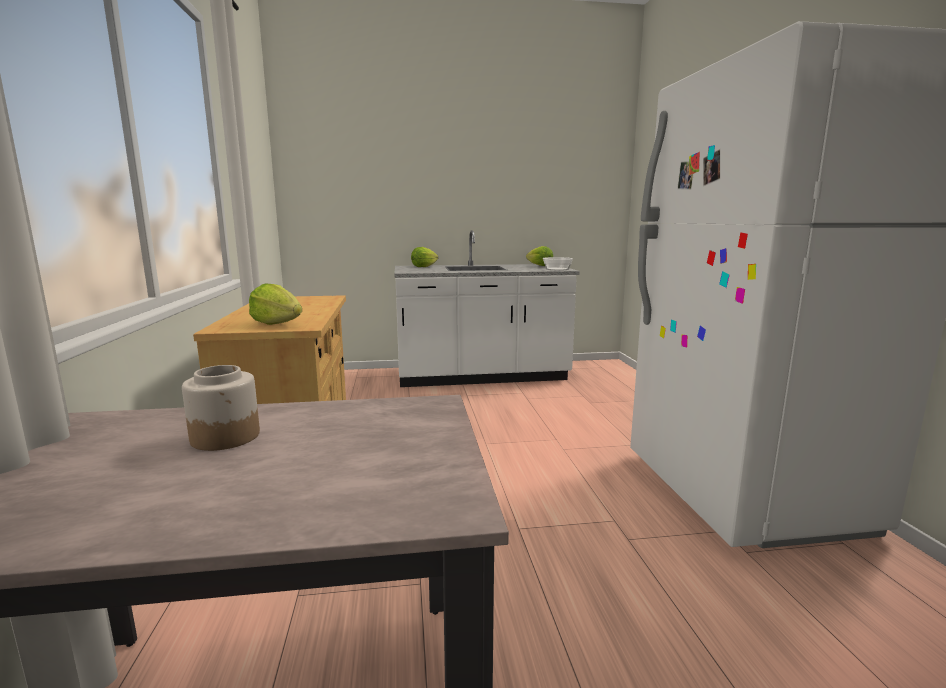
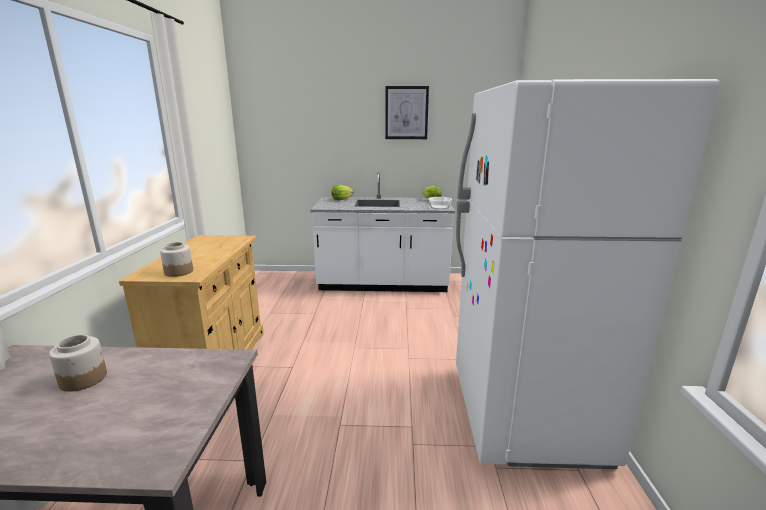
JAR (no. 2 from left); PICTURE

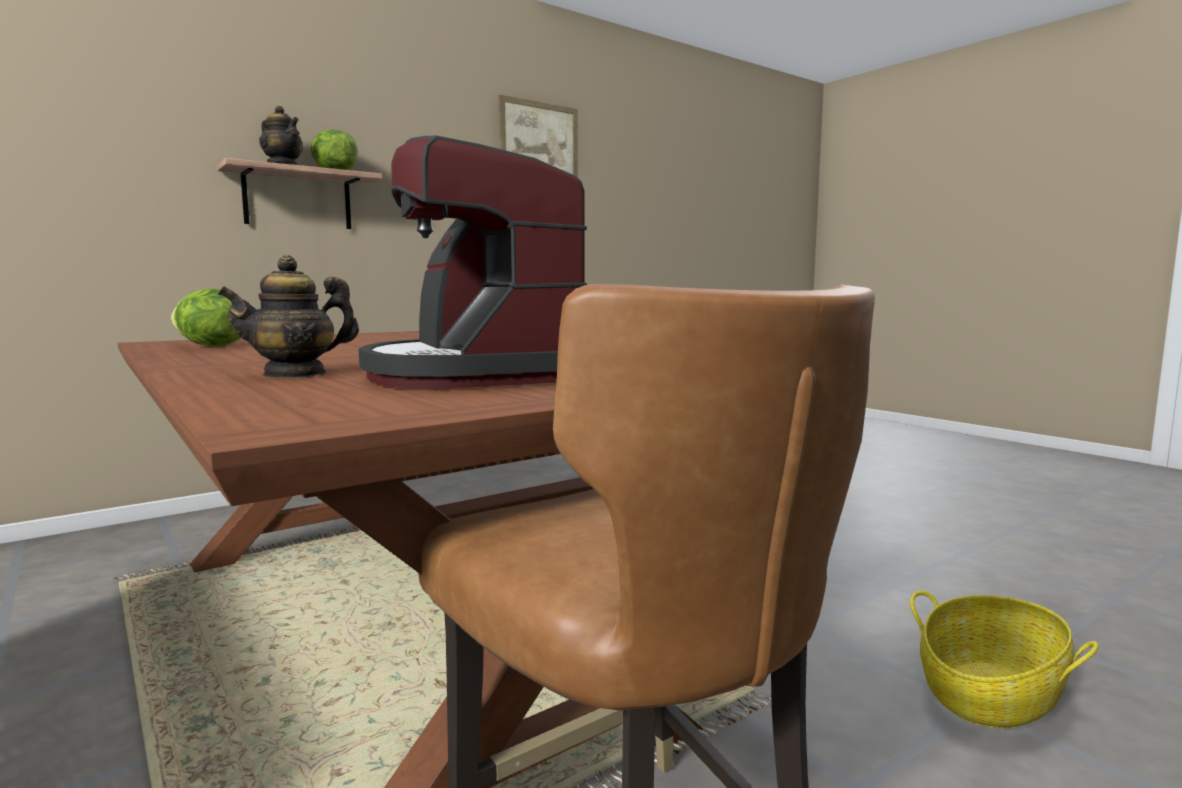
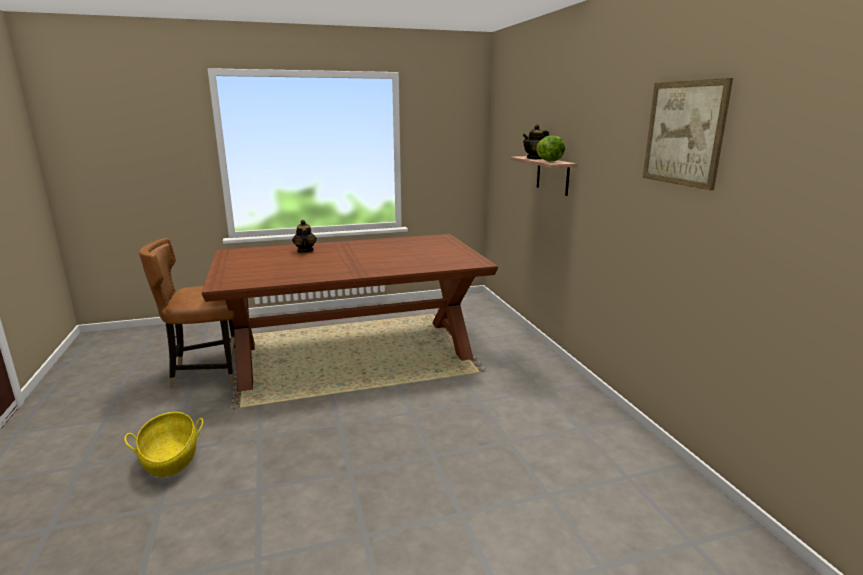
HEAD OF LETTUCE (no. 1 from left in the first image); COFFEE MACHINE

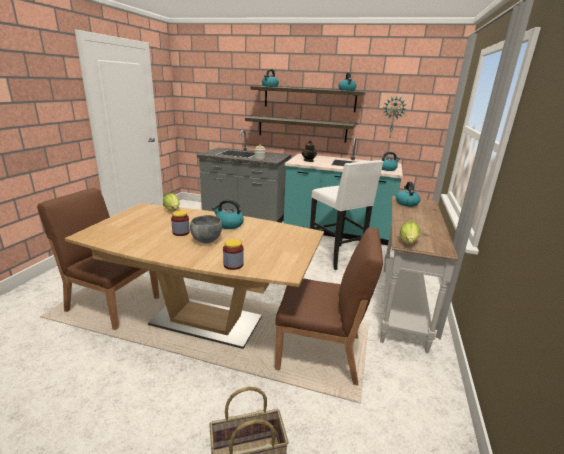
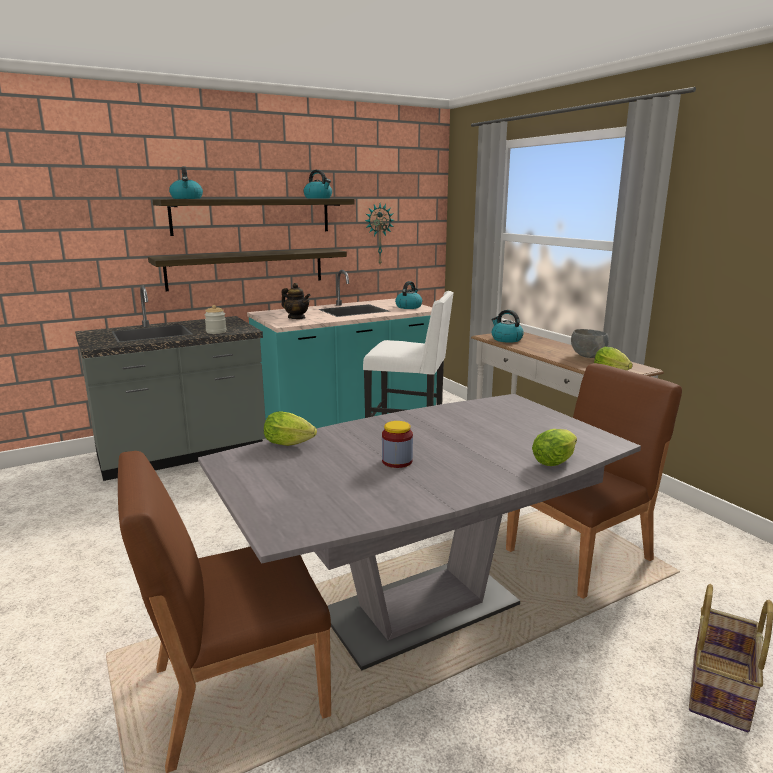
GREYISH KITCHEN TABLE; HEAD OF LETTUCE (no. 2 from left); GREYISH DEEP DISH; TEA KETTLE (no. 1 from left in the first image)

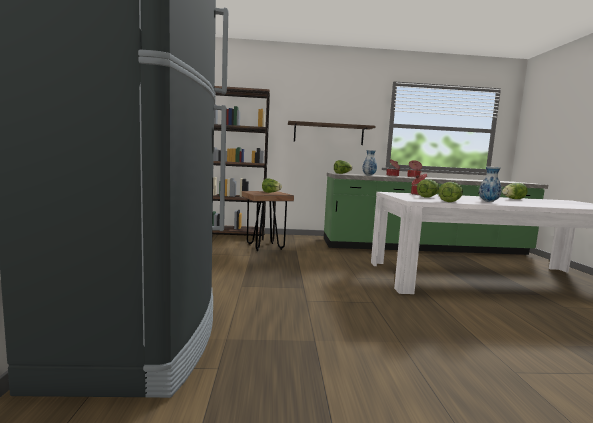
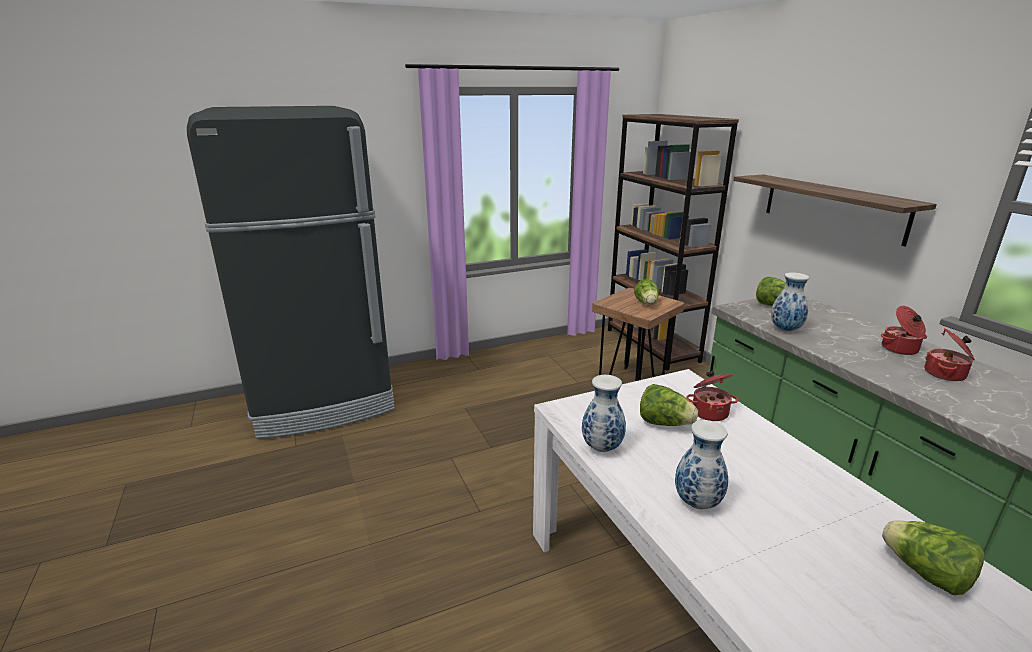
DECORATIVE VASE (no. 1 from left)

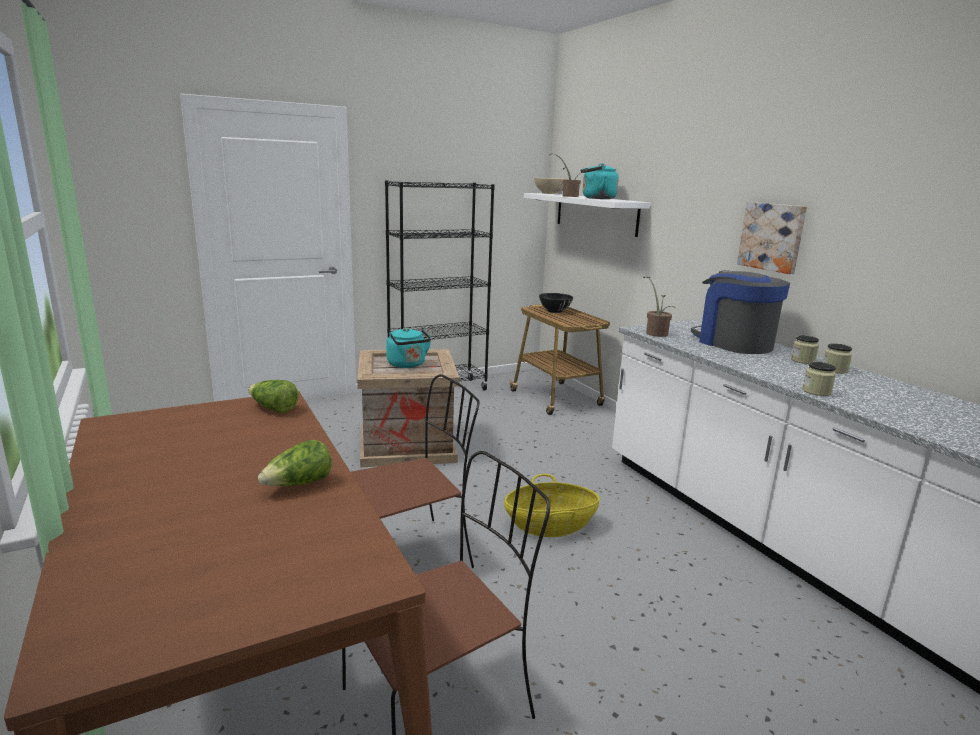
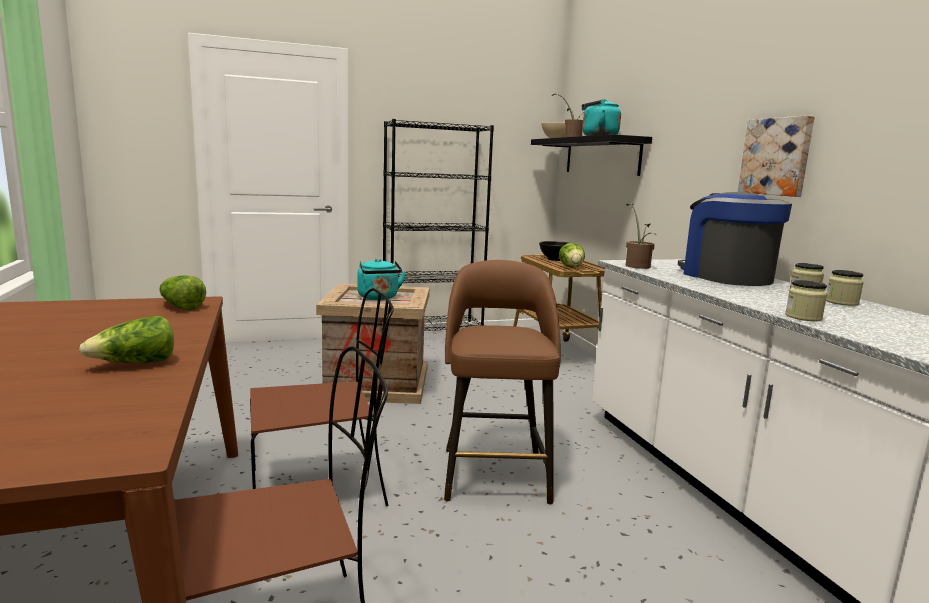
BROWN STOOL SEAT; BLACKISH BRACKET SHELF; HEAD OF LETTUCE (no. 3 from left)

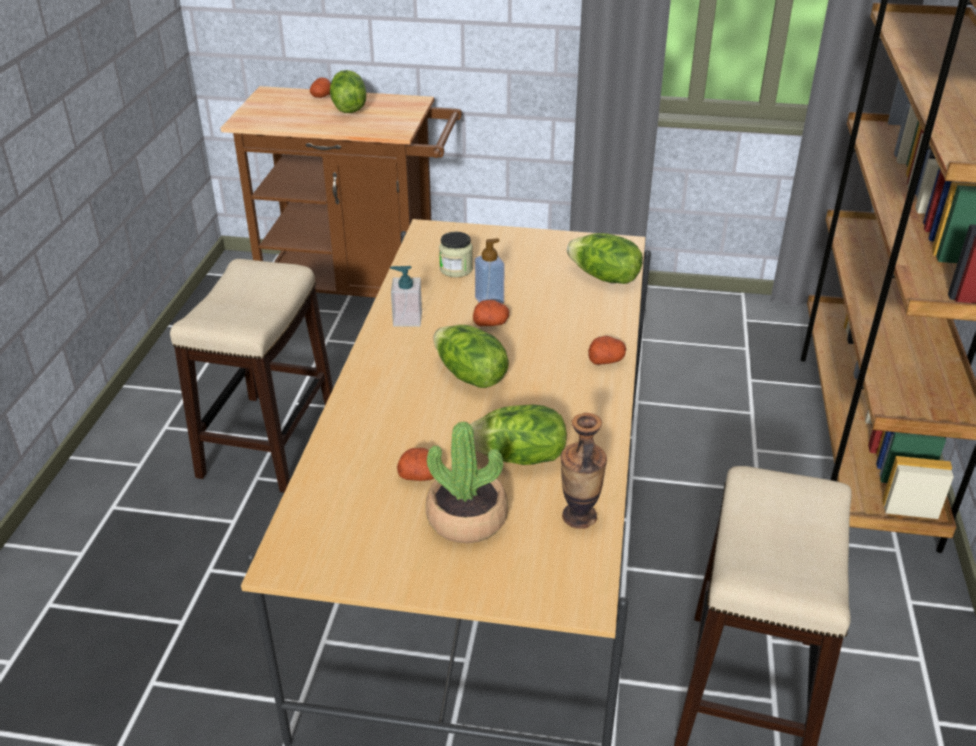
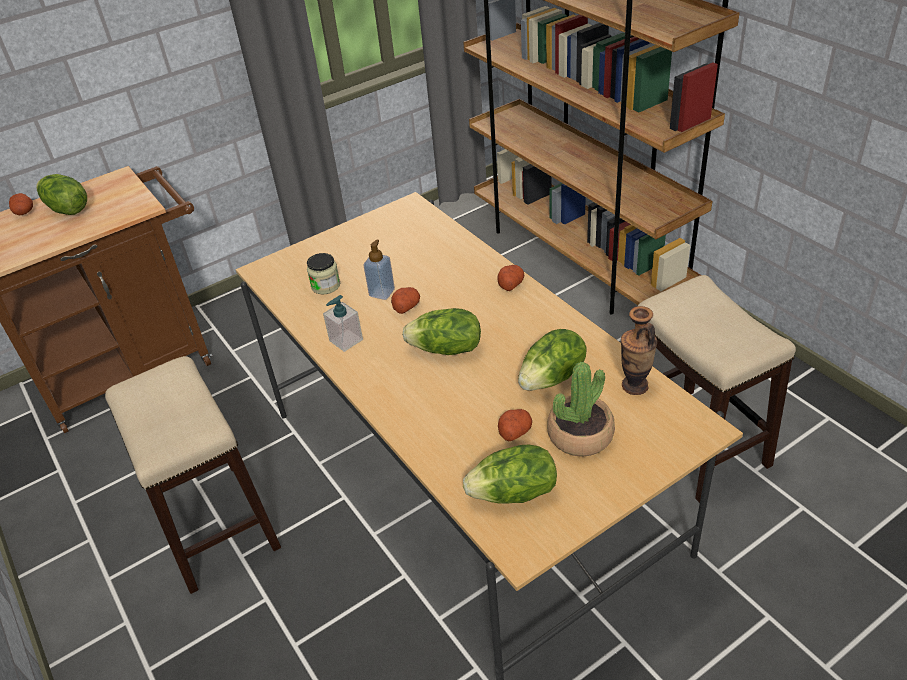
HEAD OF LETTUCE (no. 3 from left)

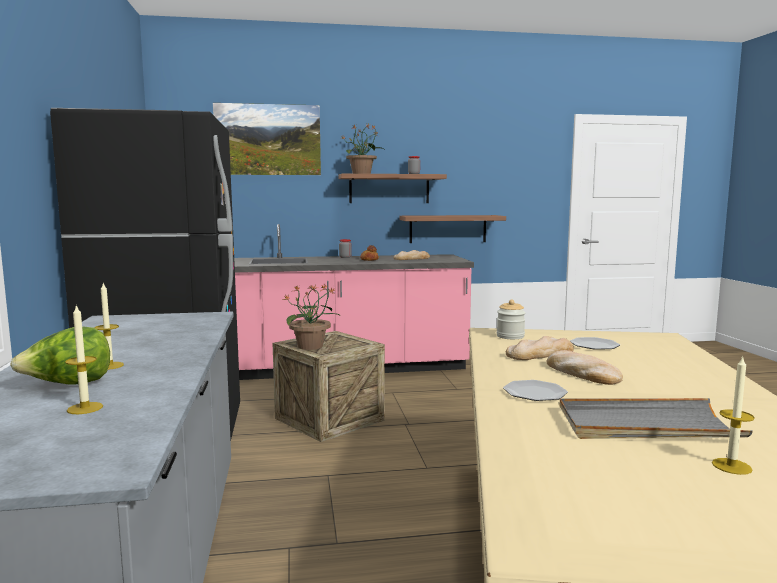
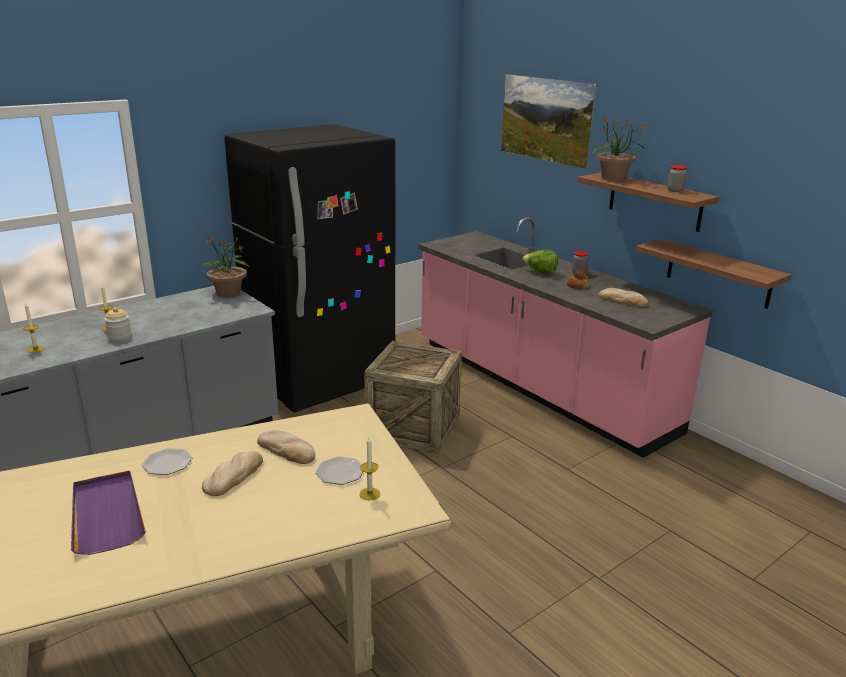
PURPLE SERVING TRAY; JAR (no. 1 from left); POTTED PLANT (no. 1 from left); WAX CANDLE (no. 3 from left); HEAD OF LETTUCE

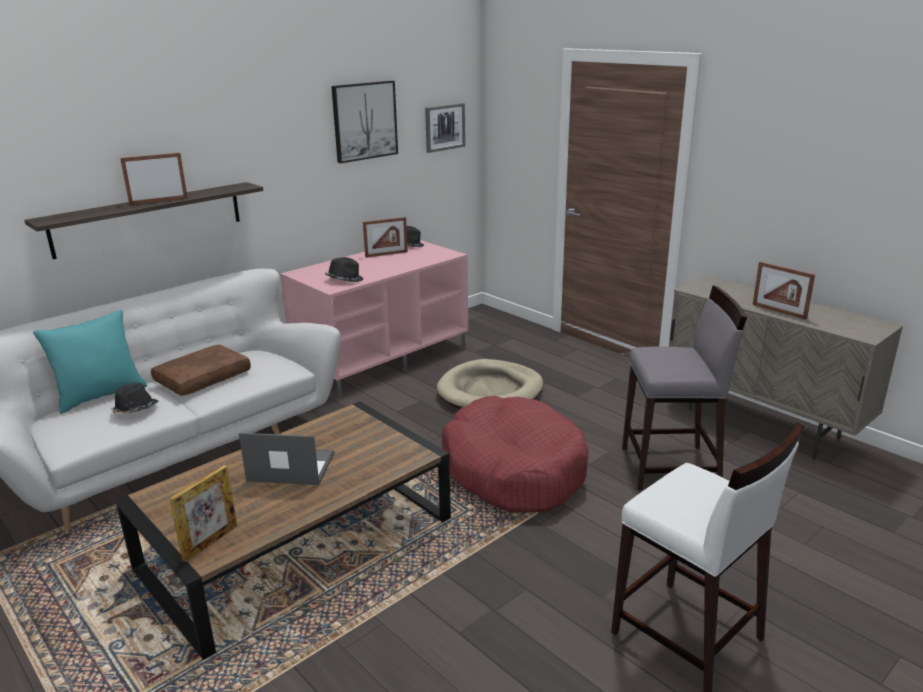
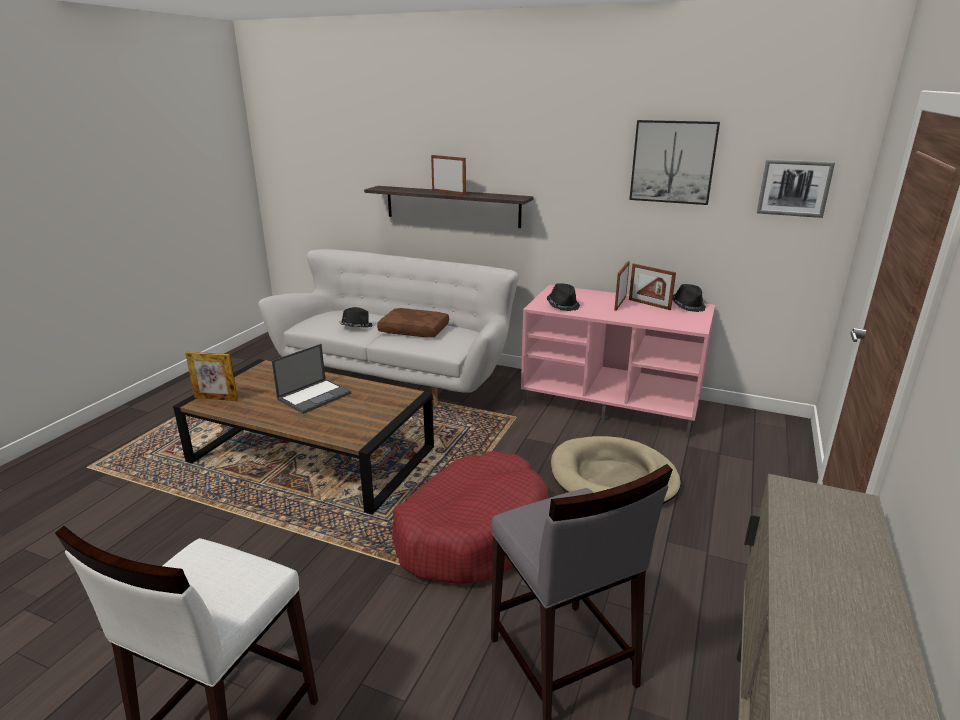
PORTABLE COMPUTER; PICTURE FRAME (no. 3 from left); TURQUOISE-COLOURED THROW PILLOW

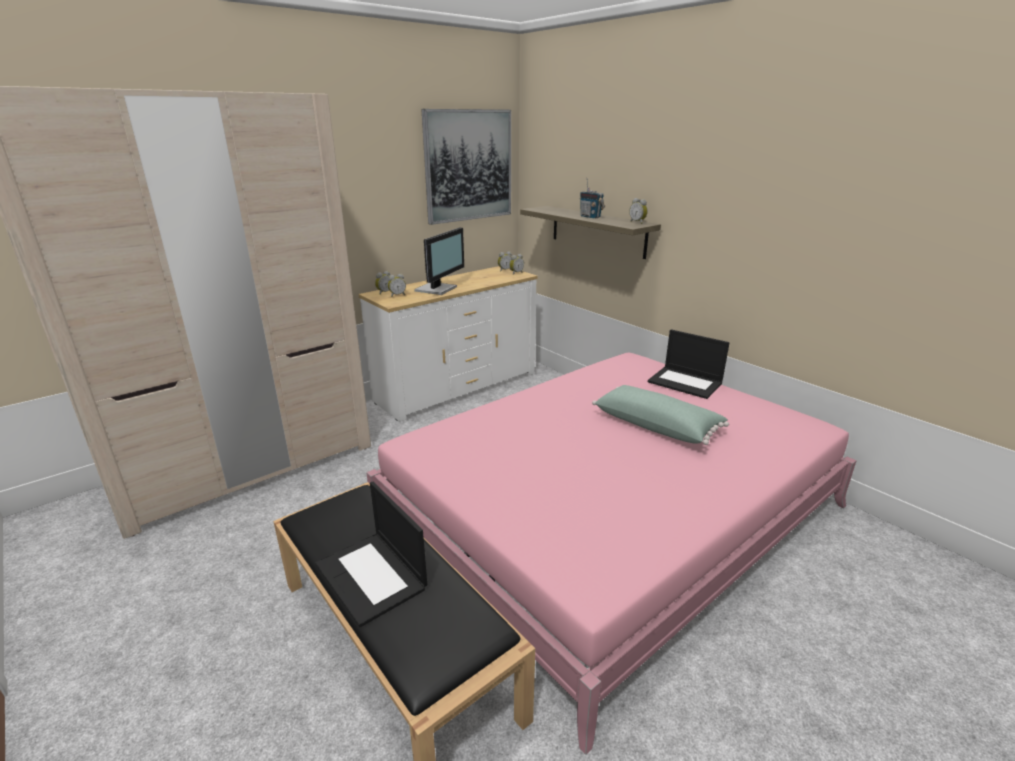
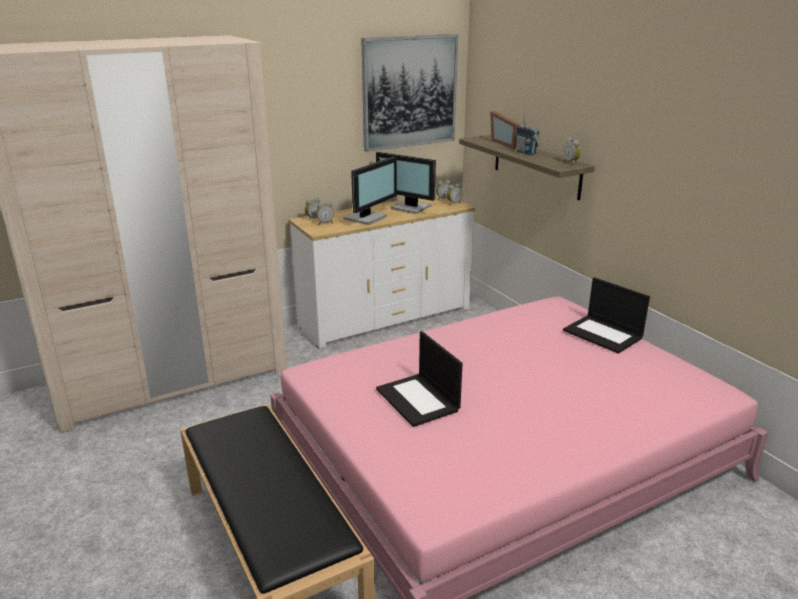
COMPUTER DISPLAY (no. 2 from left); PORTABLE COMPUTER (no. 1 from left); PICTURE FRAME; GREENISH THROW PILLOW

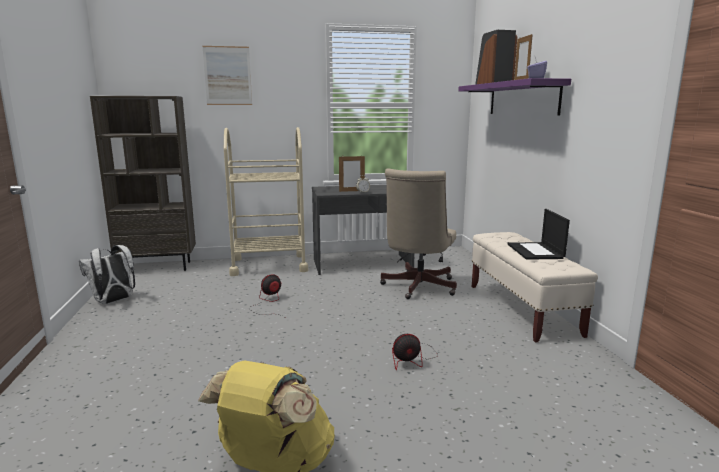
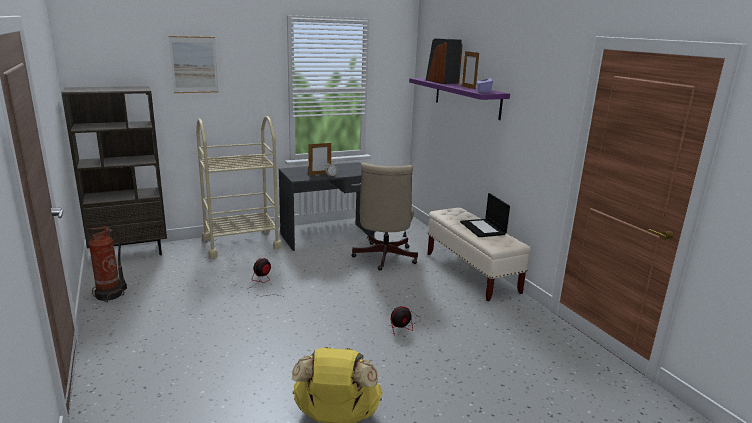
EXTINGUISHER

